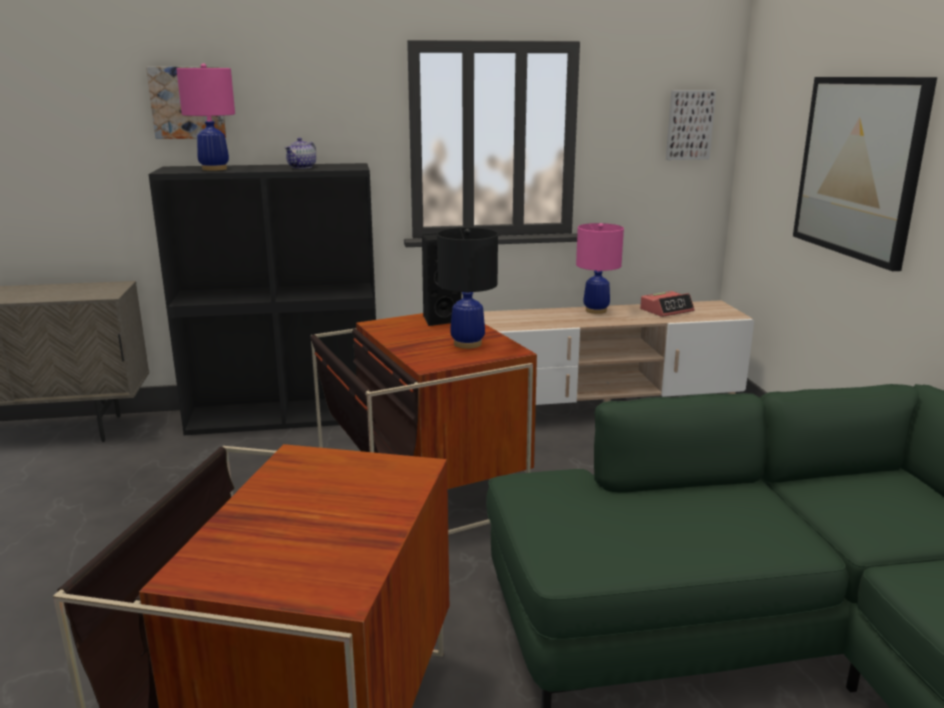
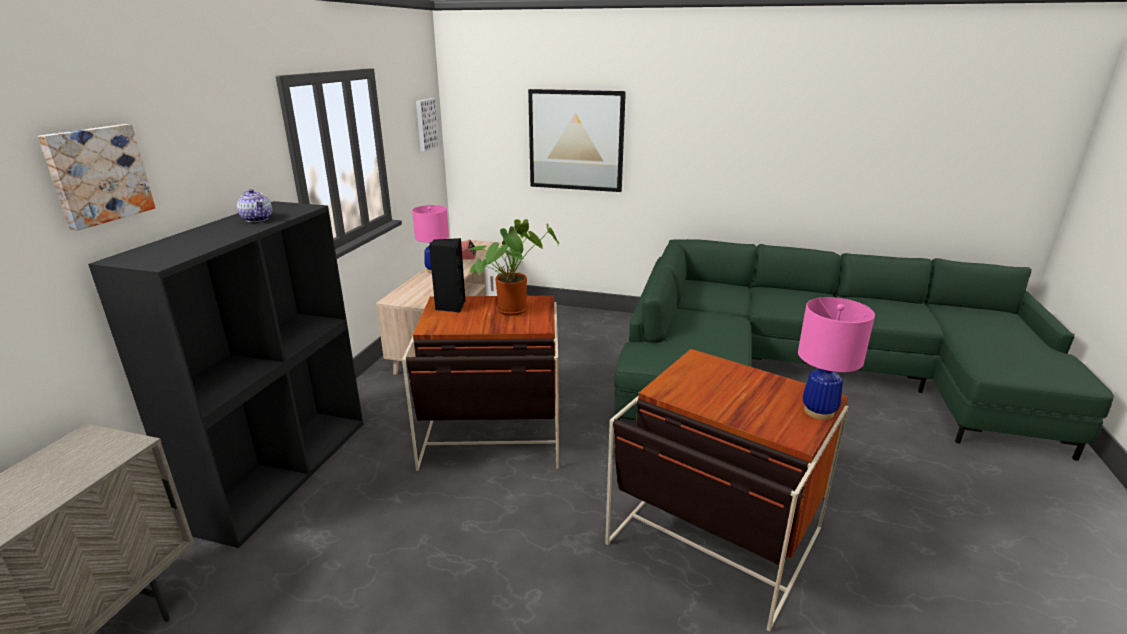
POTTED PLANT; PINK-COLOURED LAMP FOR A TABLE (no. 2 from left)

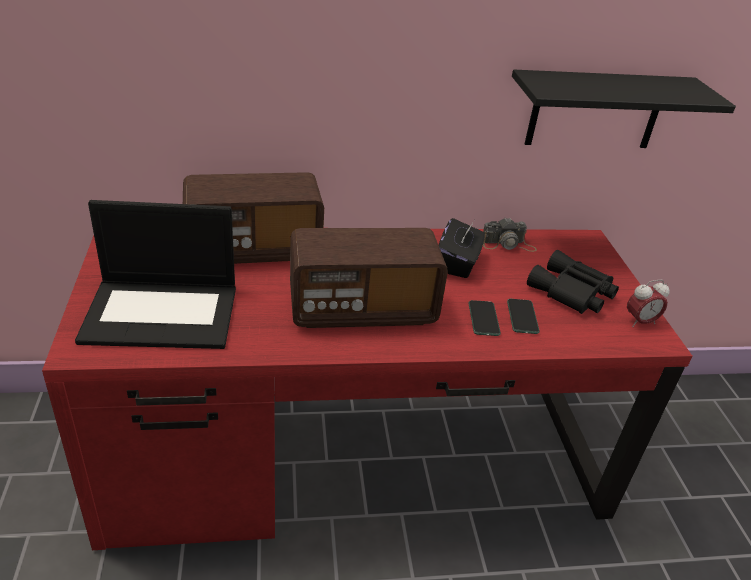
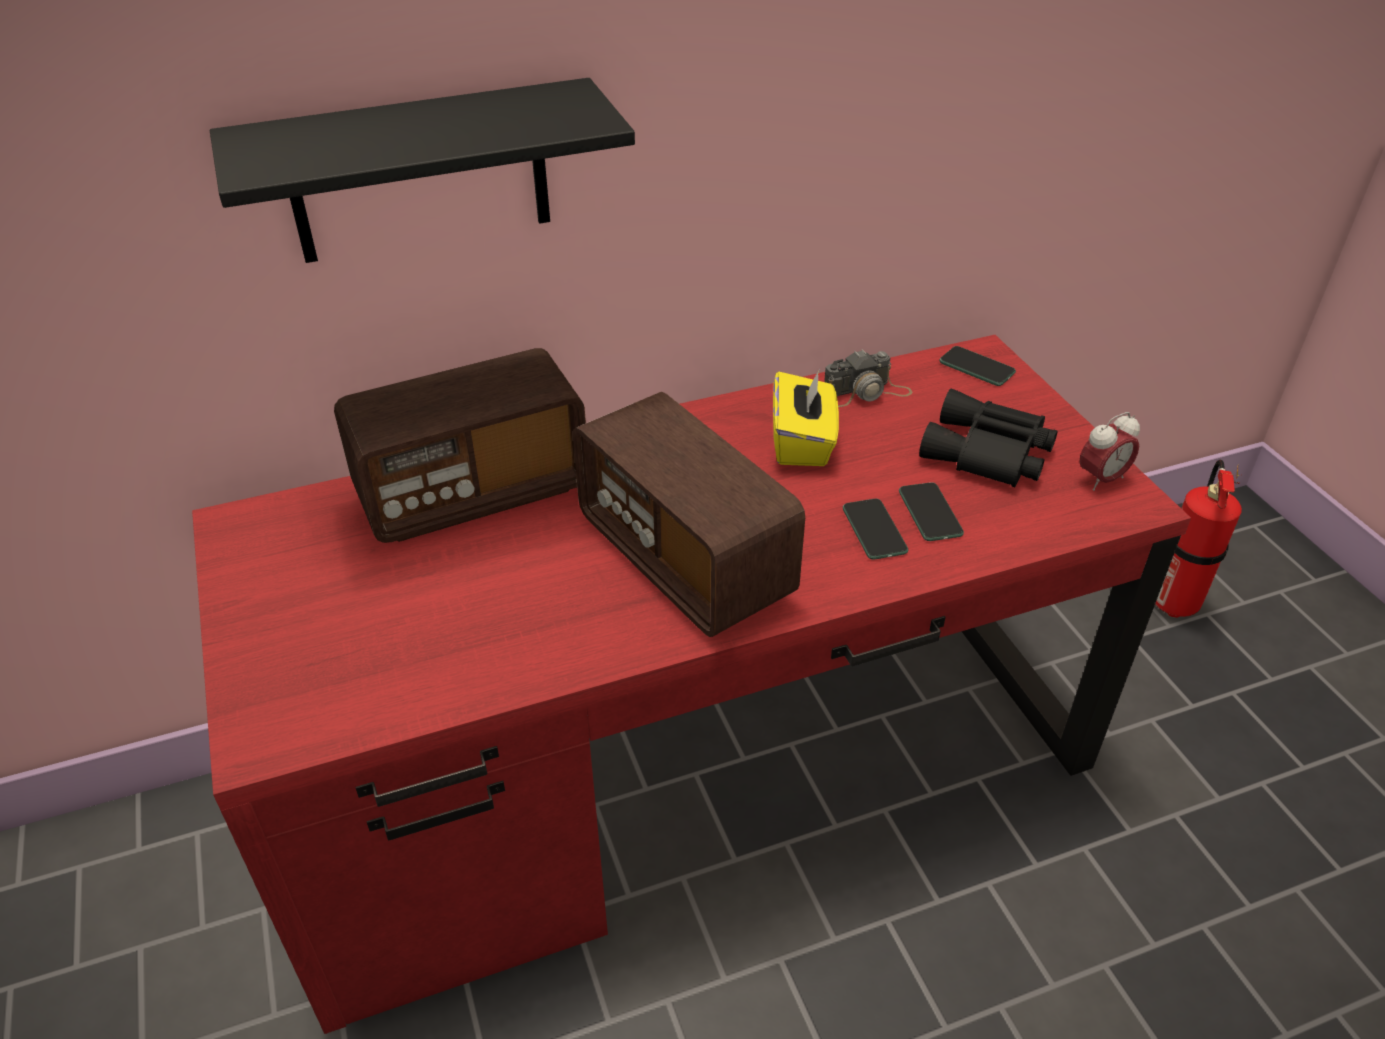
BLACKISH BRACKET SHELF; RADIO SET (no. 2 from left); YELLOWISH TISSUE HOLDER; TELEPHONE (no. 3 from left); EXTINGUISHER; PORTABLE COMPUTER

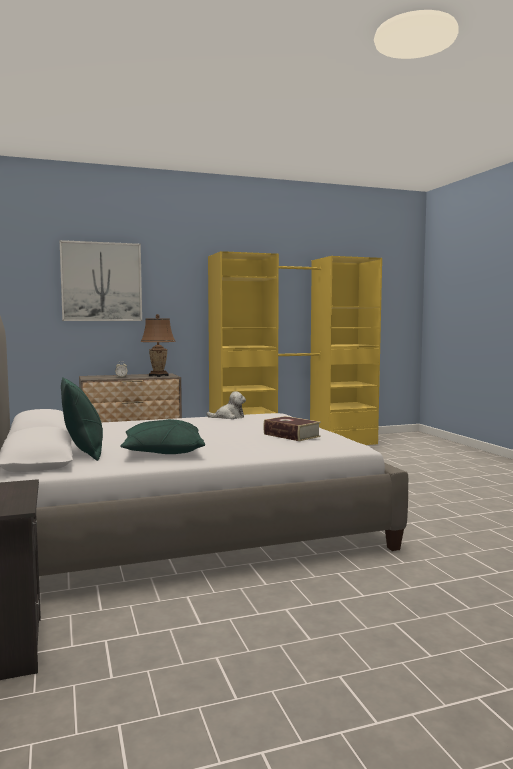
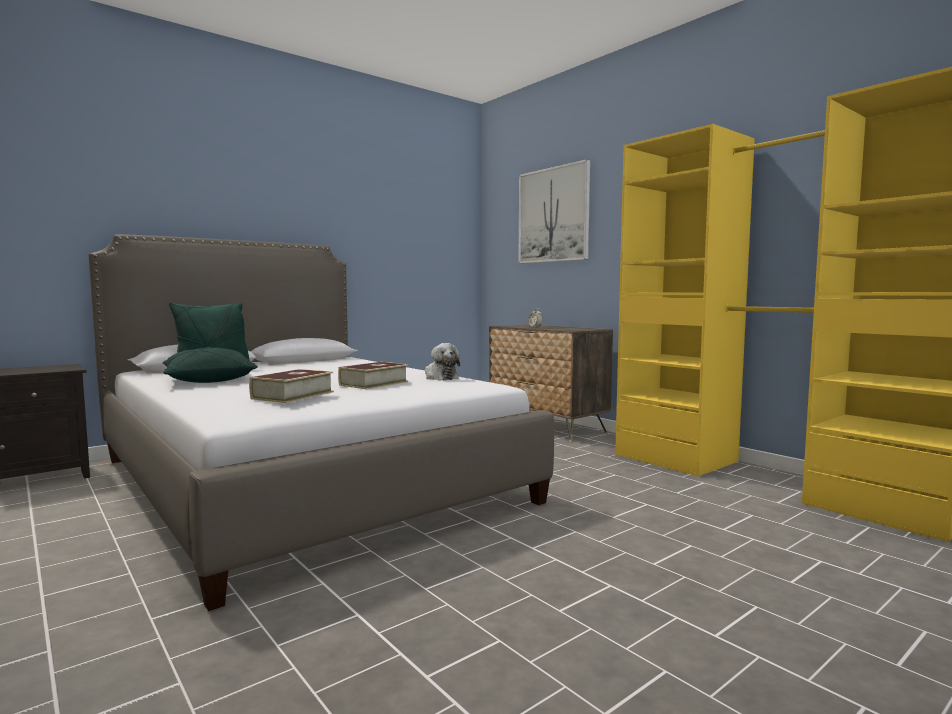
BOUND BOOK (no. 2 from left); BROWN LAMP FOR A TABLE

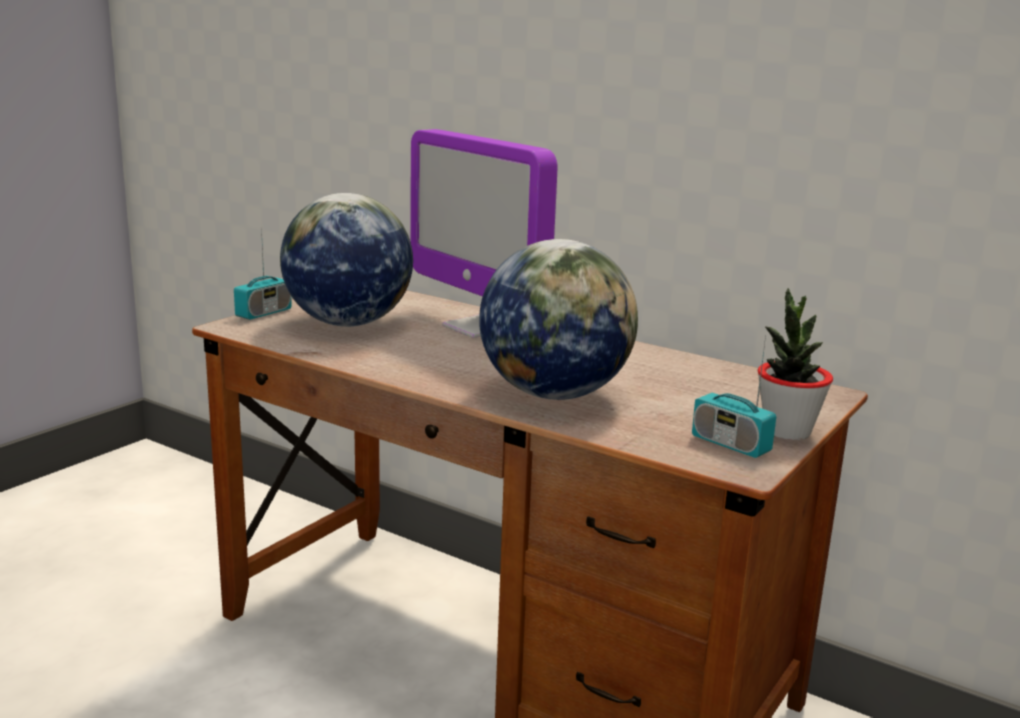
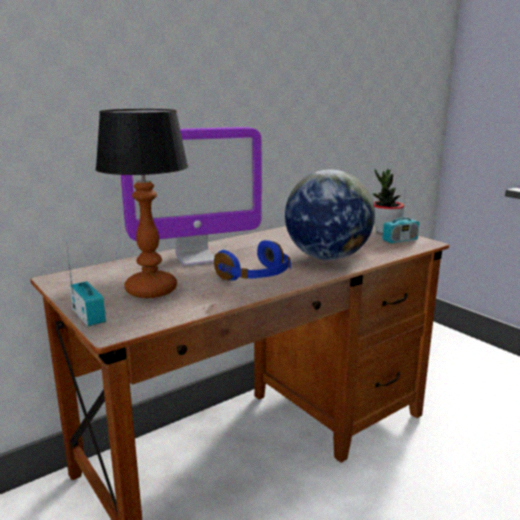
LAMP FOR A TABLE; BLUE PAIR OF HEADPHONES

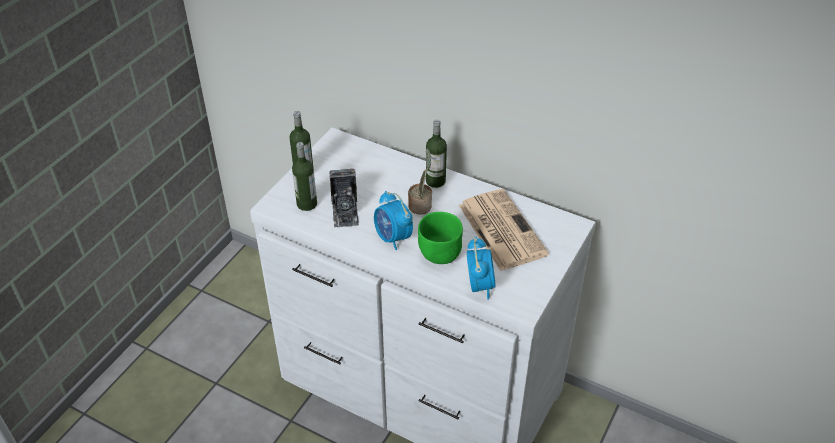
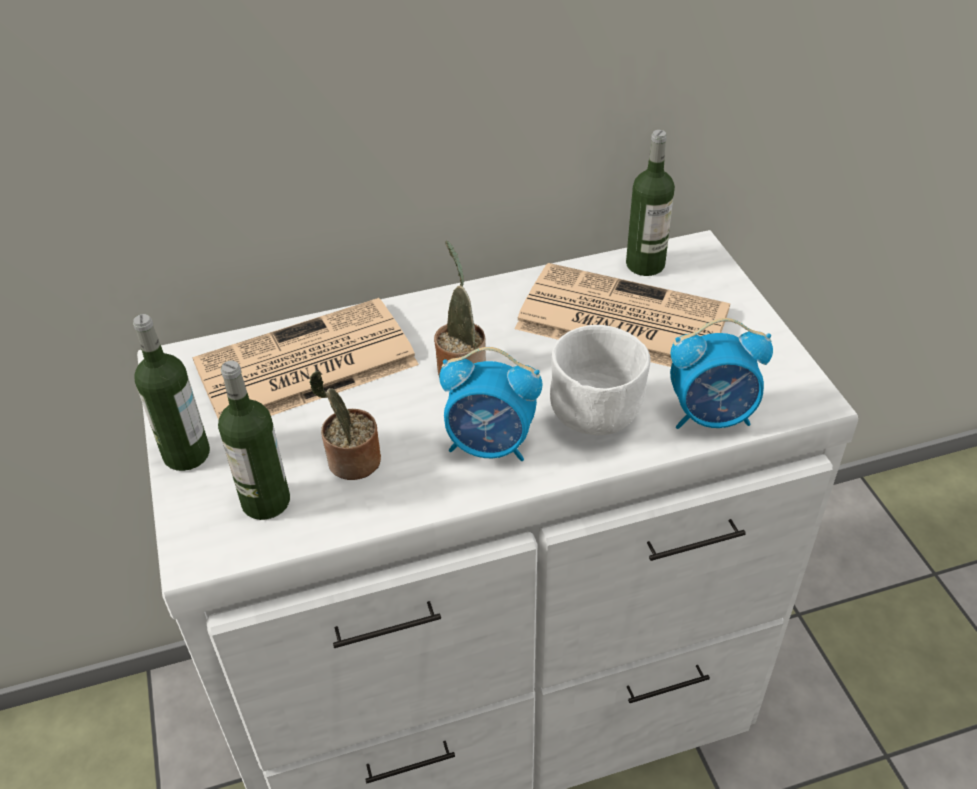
NEWSPAPER (no. 1 from left); POTTED PLANT (no. 1 from left); WHITE DEEP DISH; BEVERAGE BOTTLE (no. 3 from left); ALARM CLOCK (no. 2 from left)

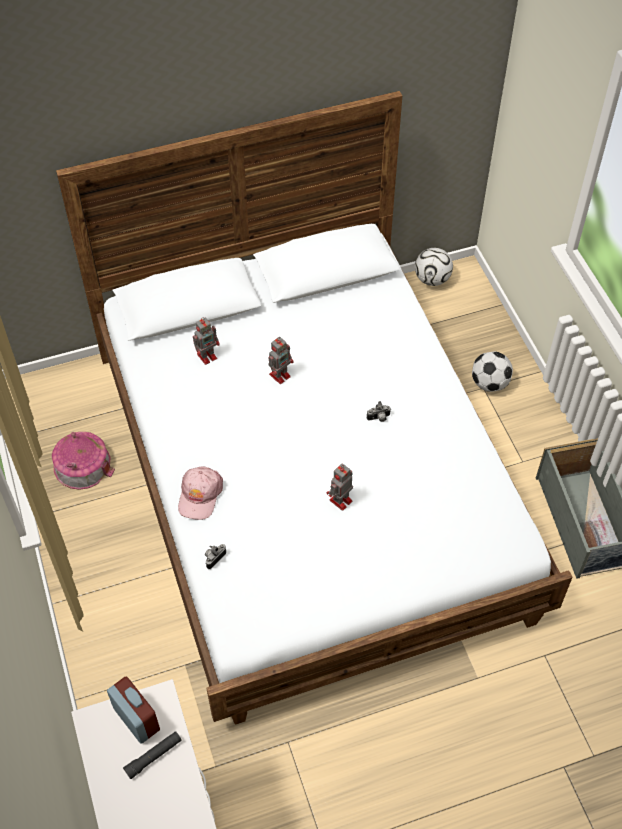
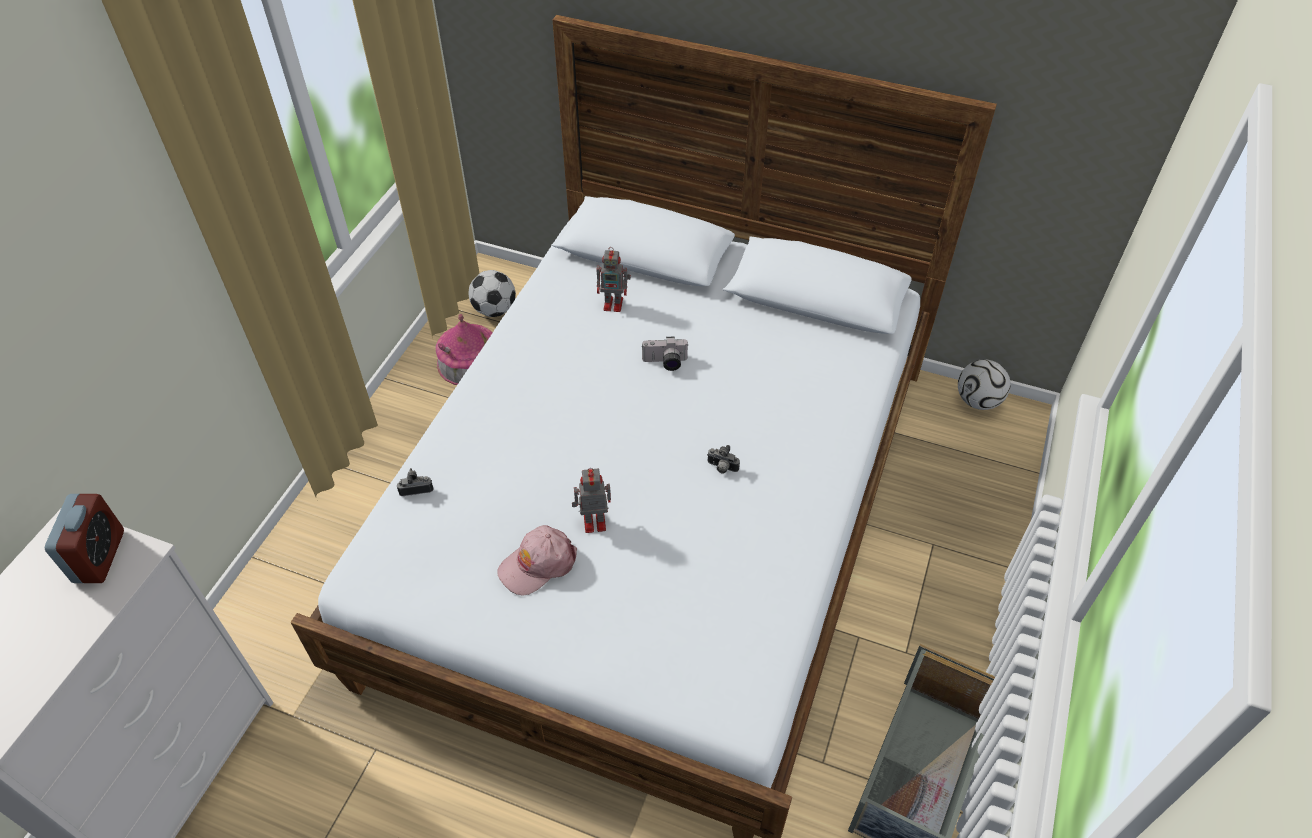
FOOTBALL (no. 1 from left); PINK-COLOURED CAP; PHOTO CAMERA (no. 2 from left); BLACKISH TORCH

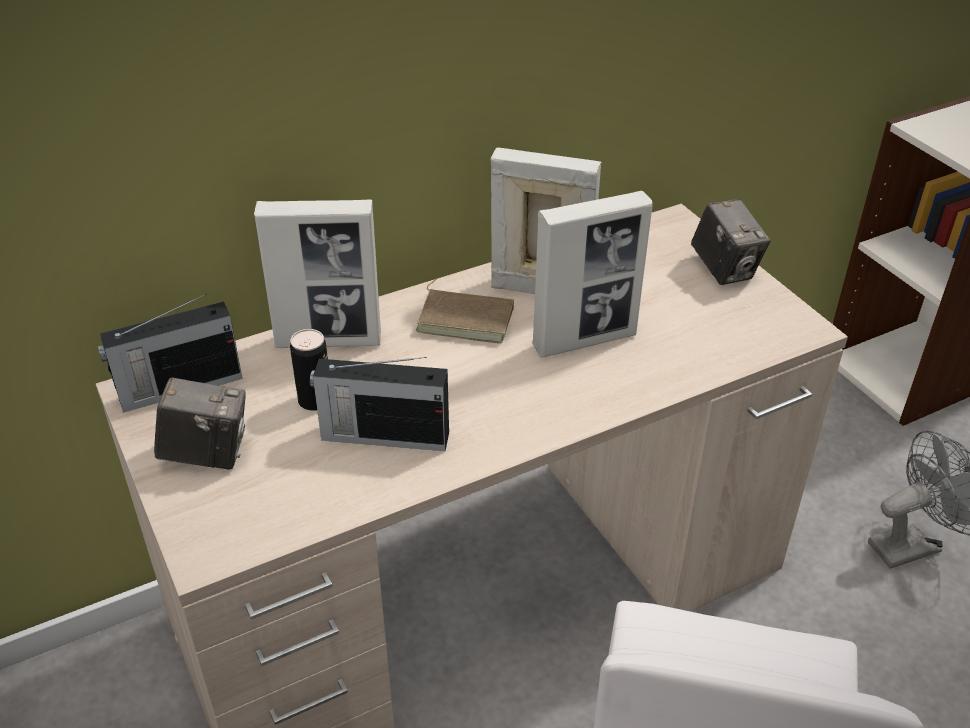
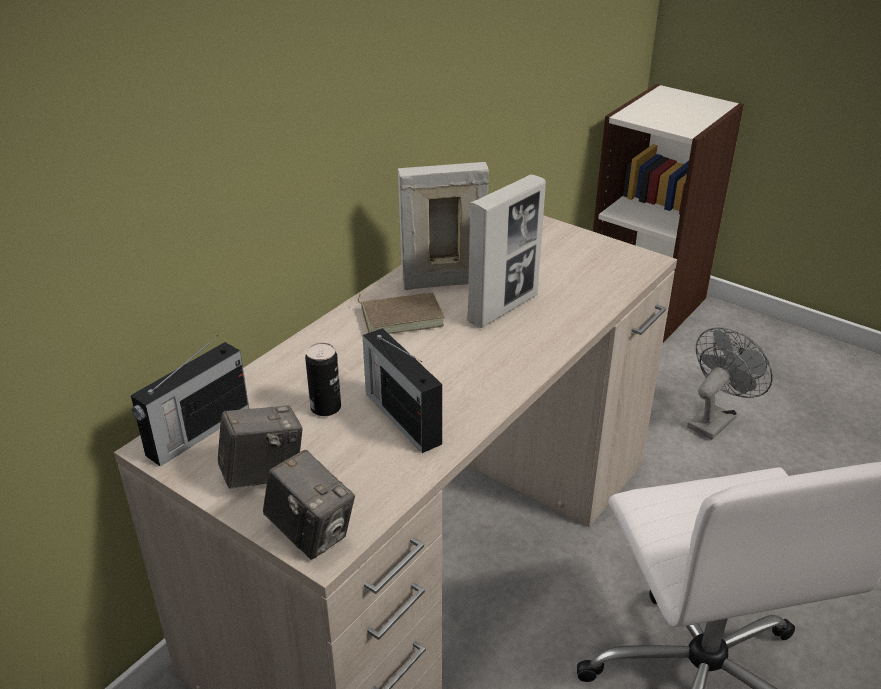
PHOTO CAMERA (no. 2 from left); RADIO SET (no. 2 from left); PICTURE FRAME (no. 1 from left in the first image)

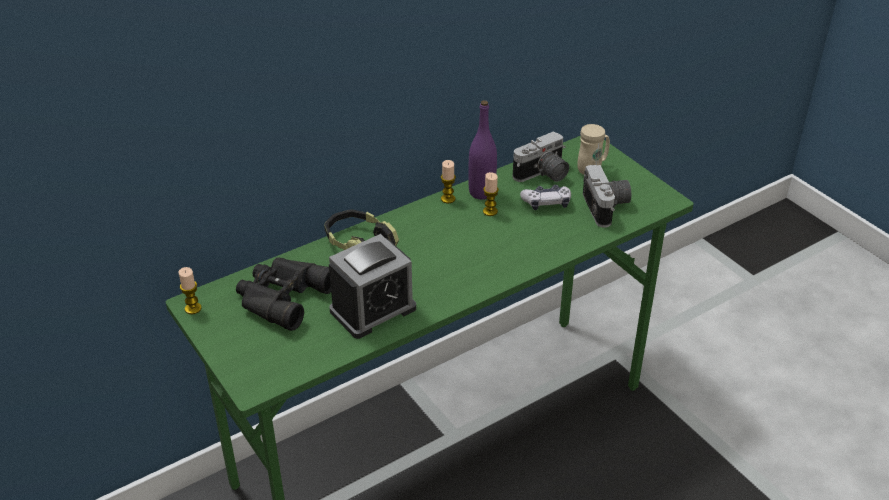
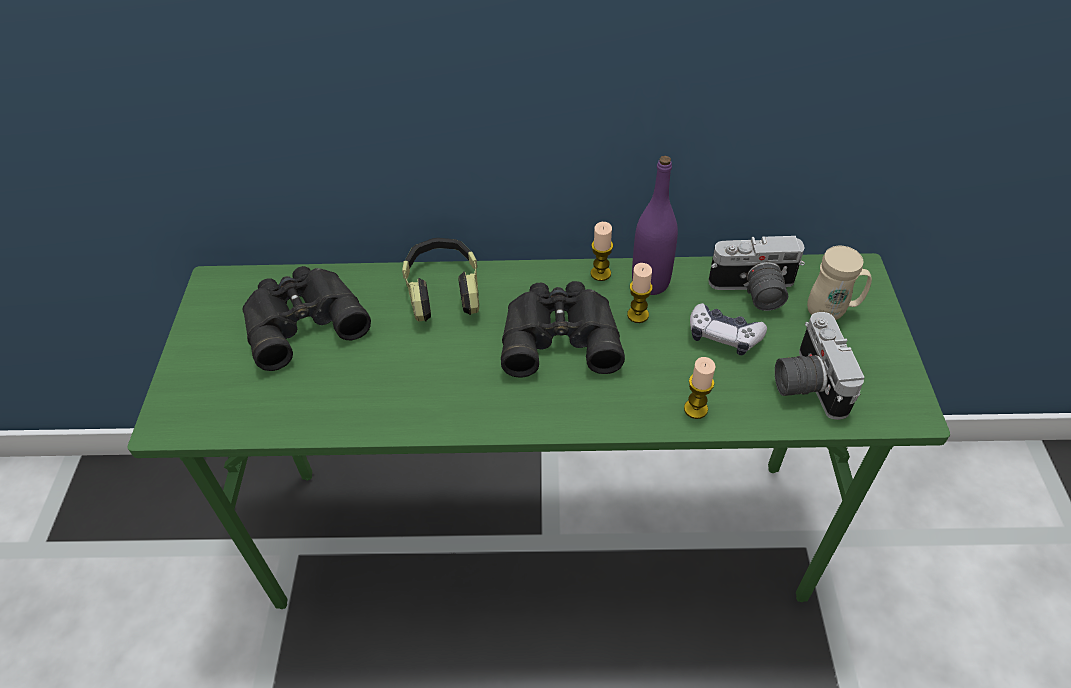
BLACKISH PAIR OF BINOCULARS (no. 2 from left); WAX CANDLE (no. 3 from left); PHOTO CAMERA (no. 2 from left); ALARM CLOCK

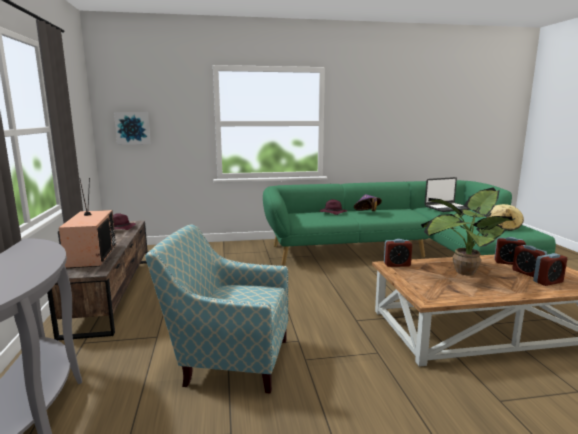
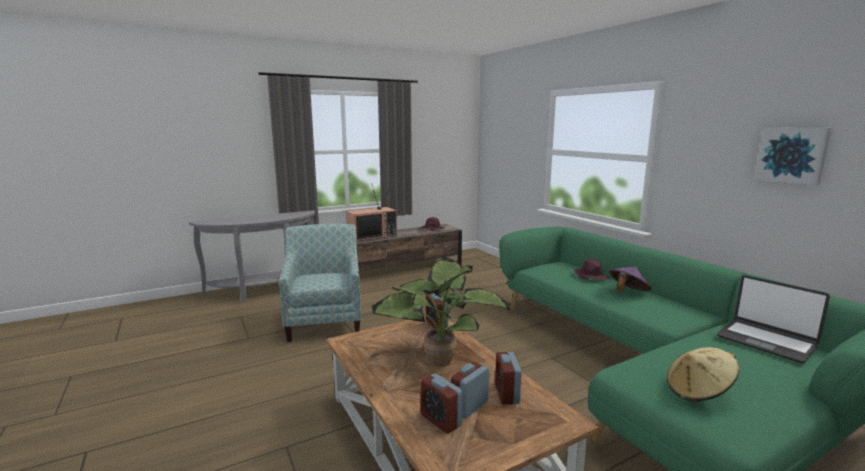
PICTURE

